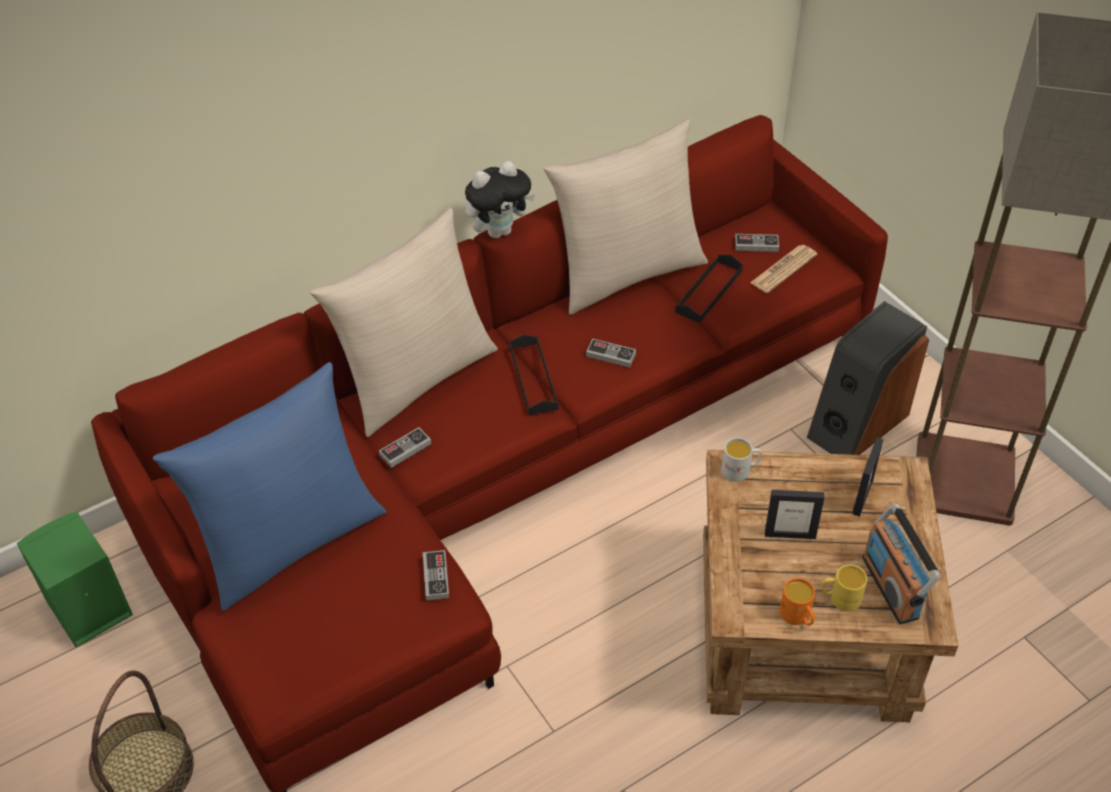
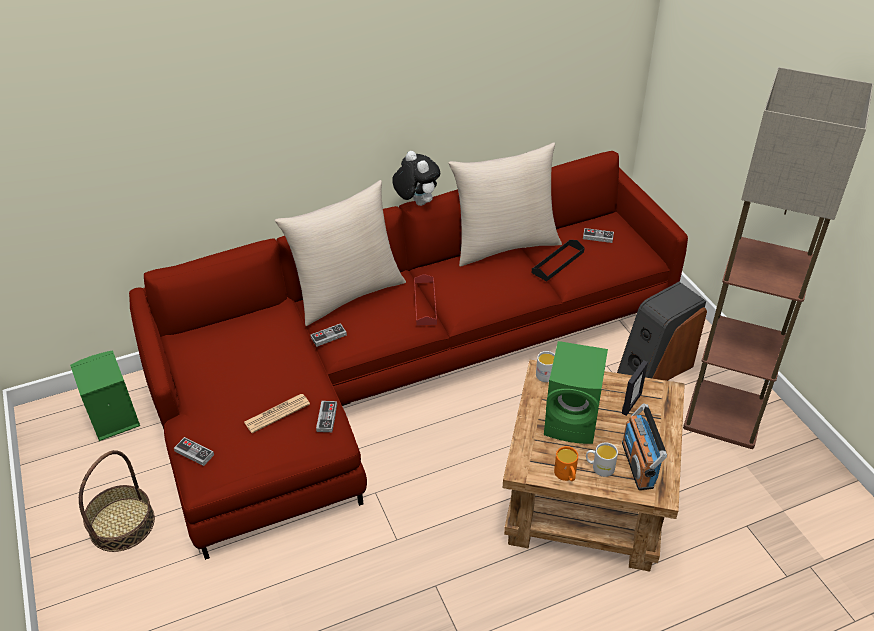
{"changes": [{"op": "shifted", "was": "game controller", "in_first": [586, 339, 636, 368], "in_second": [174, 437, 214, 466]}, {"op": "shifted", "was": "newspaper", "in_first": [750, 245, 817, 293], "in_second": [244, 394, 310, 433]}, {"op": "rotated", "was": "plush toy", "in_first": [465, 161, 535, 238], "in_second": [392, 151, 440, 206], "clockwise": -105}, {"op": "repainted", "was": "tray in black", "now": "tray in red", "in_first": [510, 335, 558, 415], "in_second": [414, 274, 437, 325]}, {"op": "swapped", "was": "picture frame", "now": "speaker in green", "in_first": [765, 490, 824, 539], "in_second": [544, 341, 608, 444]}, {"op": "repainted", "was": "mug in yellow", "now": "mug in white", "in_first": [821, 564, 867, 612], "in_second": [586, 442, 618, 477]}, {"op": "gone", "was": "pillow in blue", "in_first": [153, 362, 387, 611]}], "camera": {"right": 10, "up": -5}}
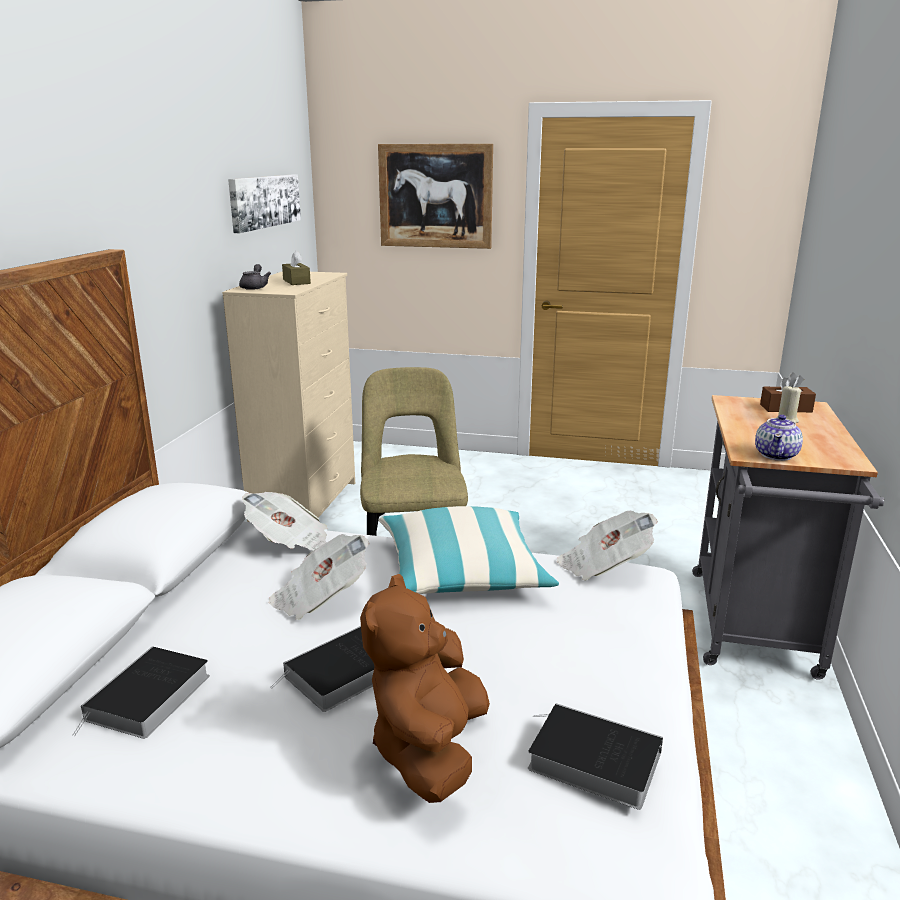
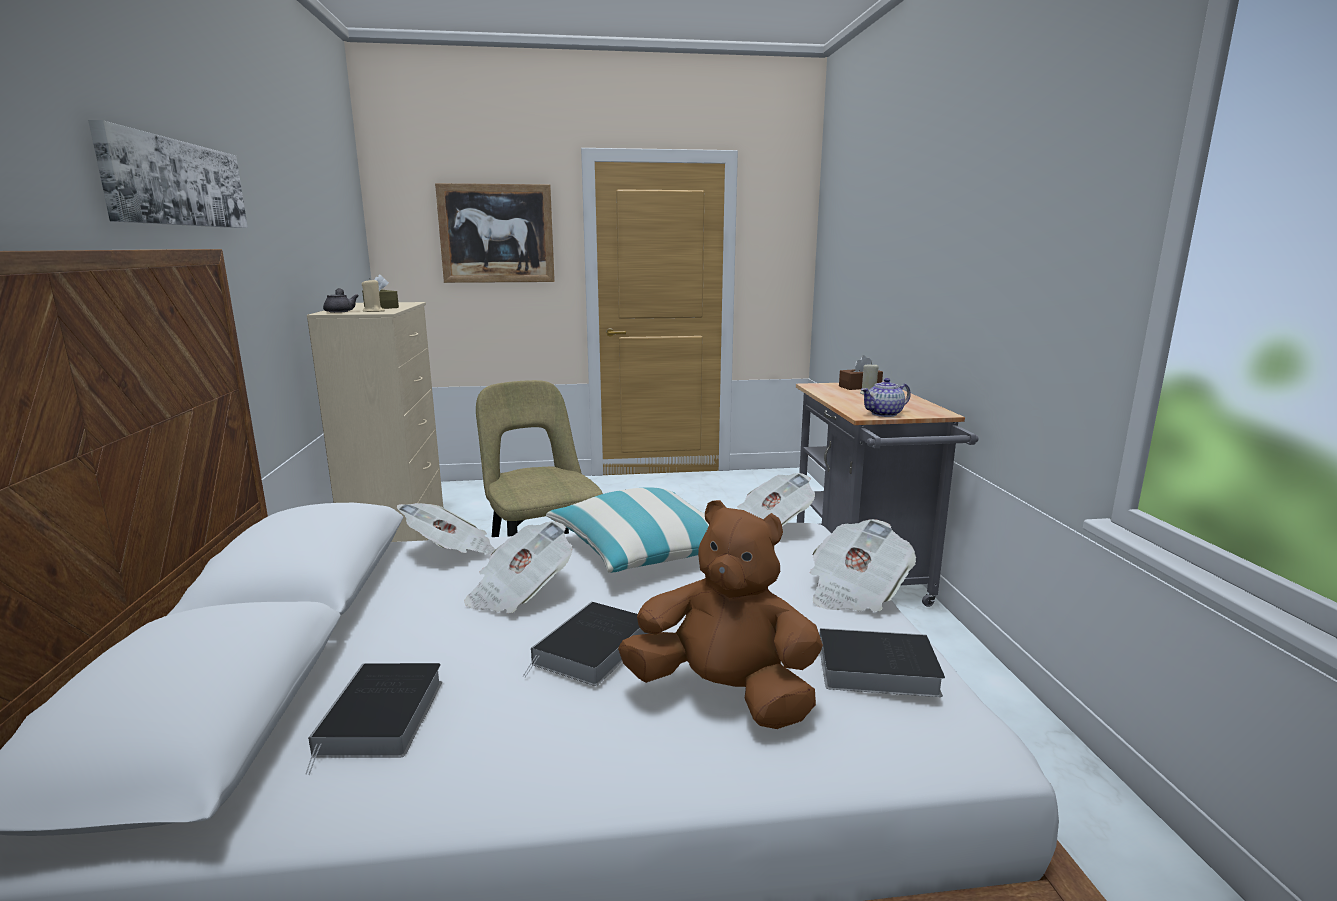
{"changes": [{"op": "shifted", "was": "picture", "in_first": [228, 174, 301, 233], "in_second": [88, 120, 248, 228]}, {"op": "new", "now": "candle in beige", "in_second": [362, 278, 385, 312]}, {"op": "rotated", "was": "plush toy in brown", "in_first": [360, 574, 490, 803], "in_second": [618, 500, 823, 729], "clockwise": 120}, {"op": "new", "now": "newspaper", "in_second": [810, 519, 916, 612]}, {"op": "rotated", "was": "teapot", "in_first": [755, 415, 803, 461], "in_second": [861, 378, 911, 417], "clockwise": 60}], "camera": {"right": -20, "up": -5}}
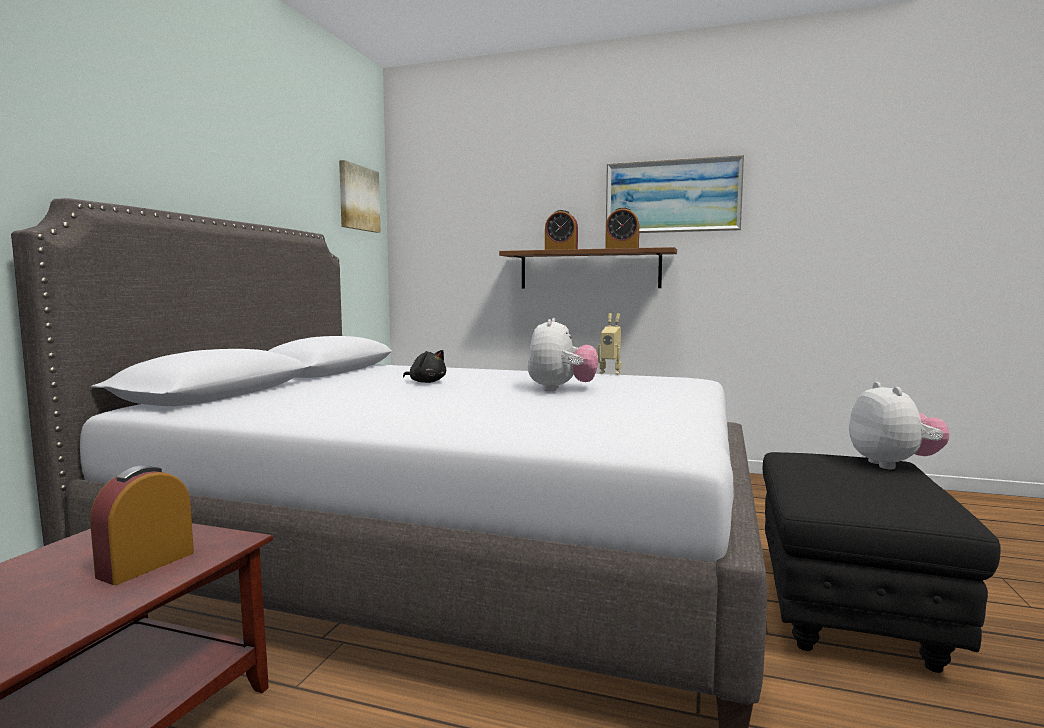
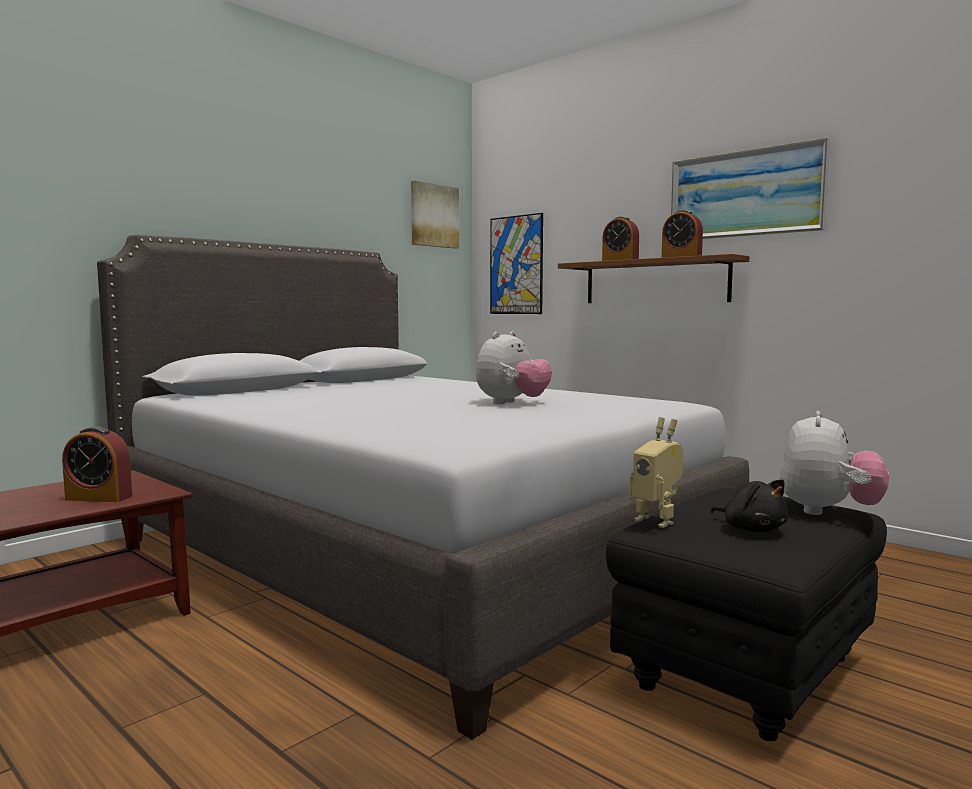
{"changes": [{"op": "rotated", "was": "alarm clock", "in_first": [90, 465, 194, 585], "in_second": [62, 426, 132, 502], "clockwise": -135}, {"op": "new", "now": "picture", "in_second": [490, 213, 543, 314]}, {"op": "shifted", "was": "toy robot", "in_first": [597, 313, 621, 374], "in_second": [629, 417, 684, 528]}, {"op": "shifted", "was": "plush toy in black", "in_first": [403, 350, 446, 383], "in_second": [711, 479, 788, 532]}], "camera": {"right": 25, "up": 0}}
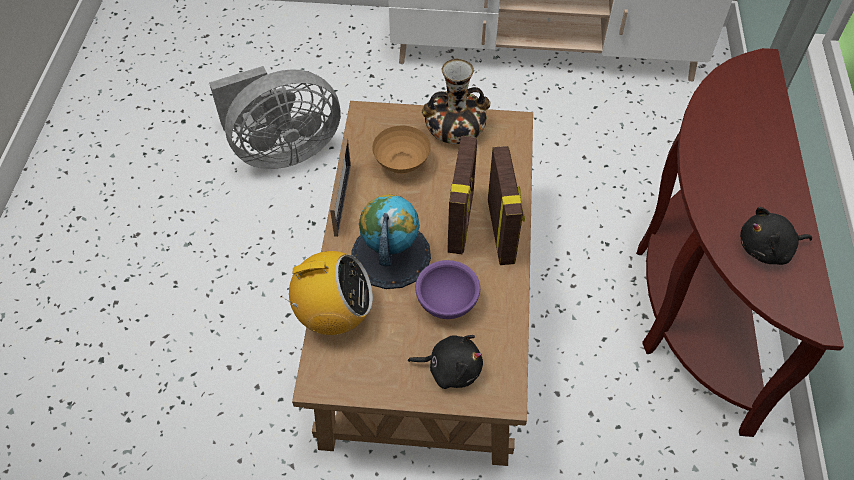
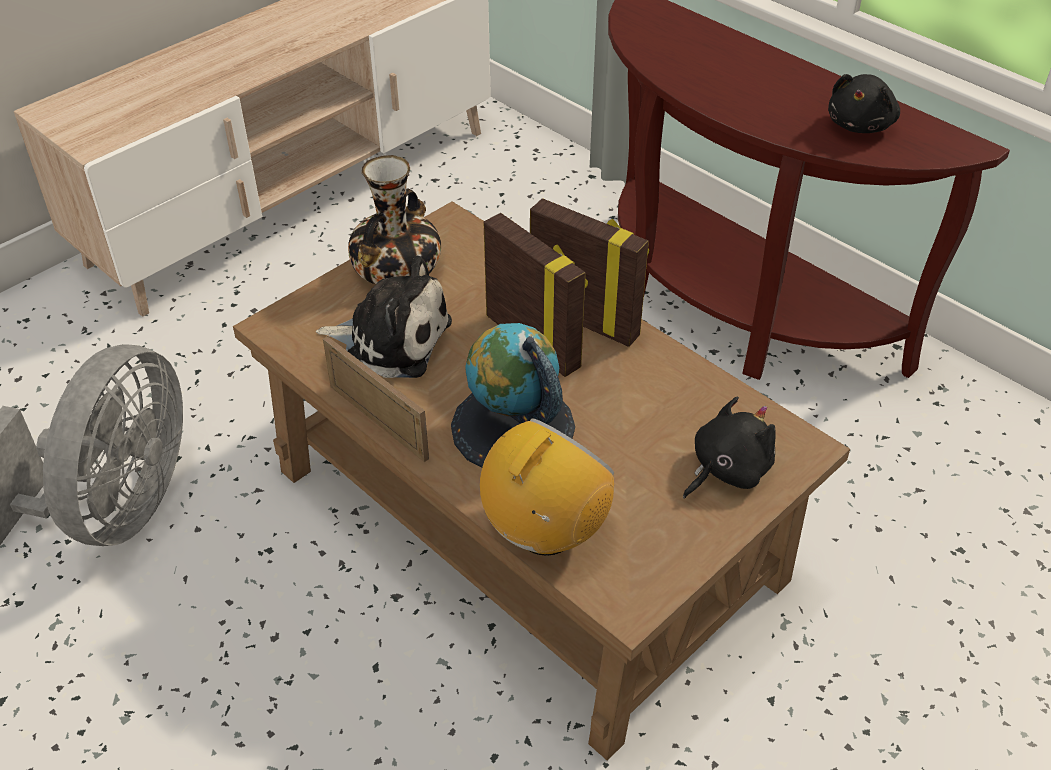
{"changes": [{"op": "swapped", "was": "bowl in brown", "now": "plush toy", "in_first": [372, 126, 431, 174], "in_second": [316, 256, 452, 378]}, {"op": "gone", "was": "bowl in purple", "in_first": [415, 260, 480, 319]}], "camera": {"right": -50, "up": -10}}
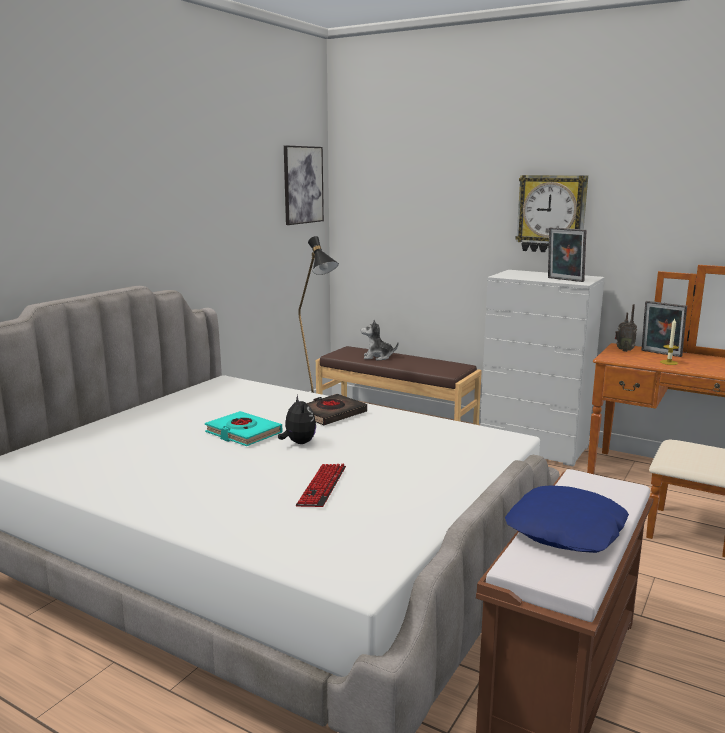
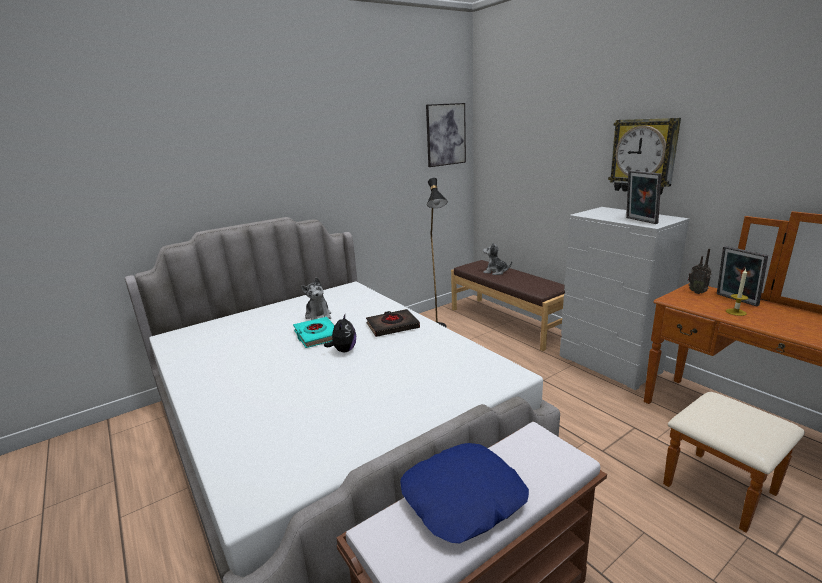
{"changes": [{"op": "new", "now": "plush toy", "in_second": [301, 277, 331, 320]}, {"op": "gone", "was": "keyboard", "in_first": [295, 464, 346, 507]}], "camera": {"right": 25, "up": 5}}
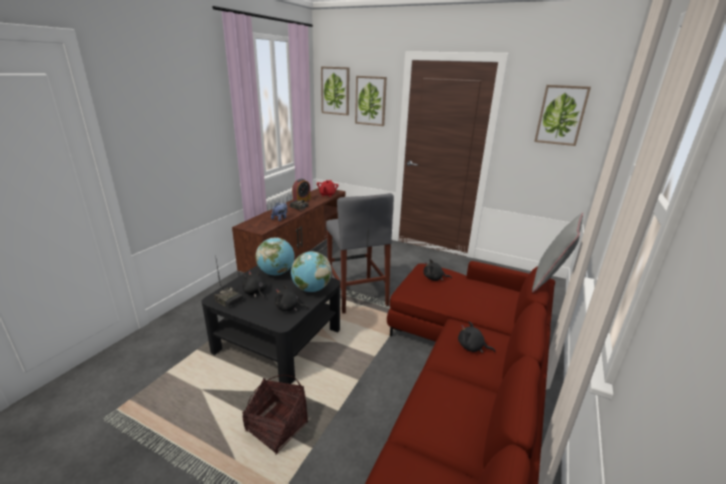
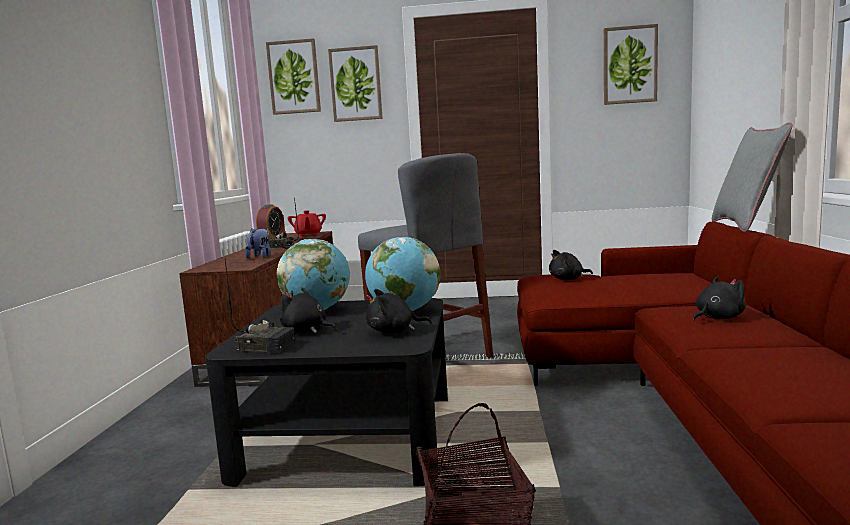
{"changes": [{"op": "rotated", "was": "plush toy in black", "in_first": [458, 321, 495, 353], "in_second": [693, 276, 746, 321], "clockwise": 150}], "camera": {"right": -20, "up": -15}}
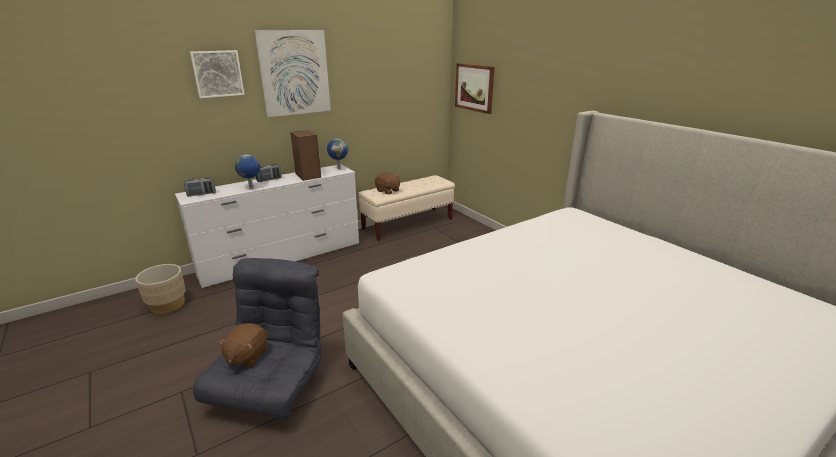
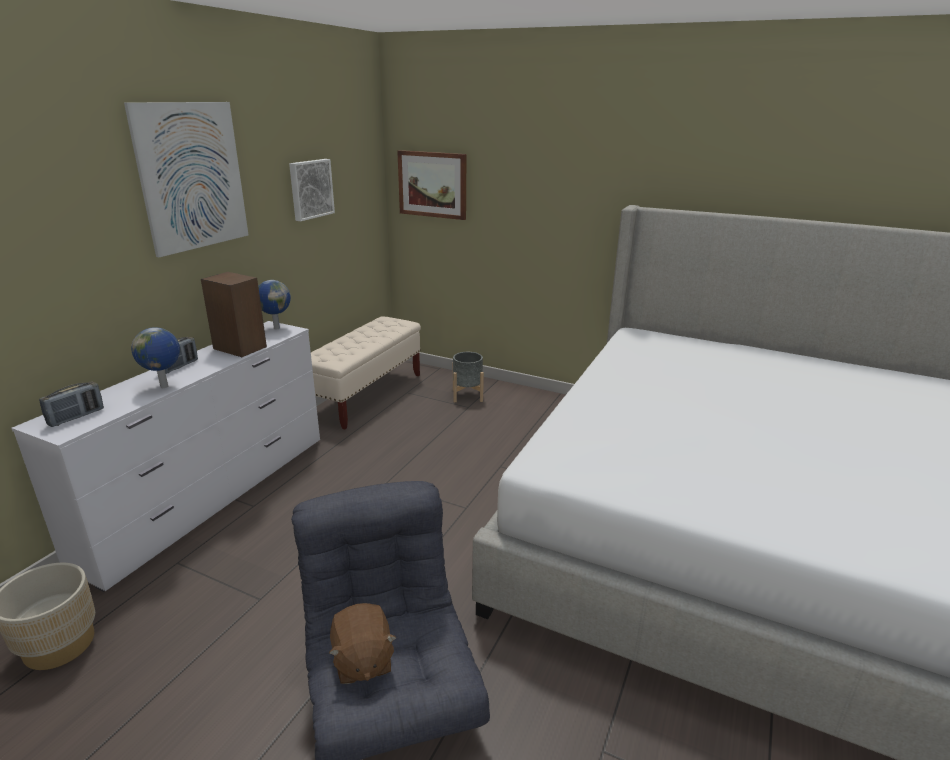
{"changes": [{"op": "shifted", "was": "picture", "in_first": [190, 50, 244, 98], "in_second": [289, 159, 335, 221]}, {"op": "new", "now": "planter in grey", "in_second": [453, 352, 484, 402]}, {"op": "gone", "was": "plush toy in brown", "in_first": [375, 172, 400, 194]}], "camera": {"right": -30, "up": 0}}
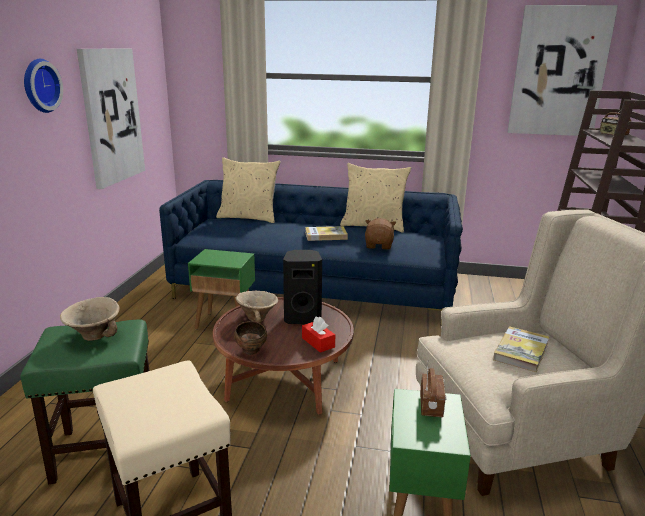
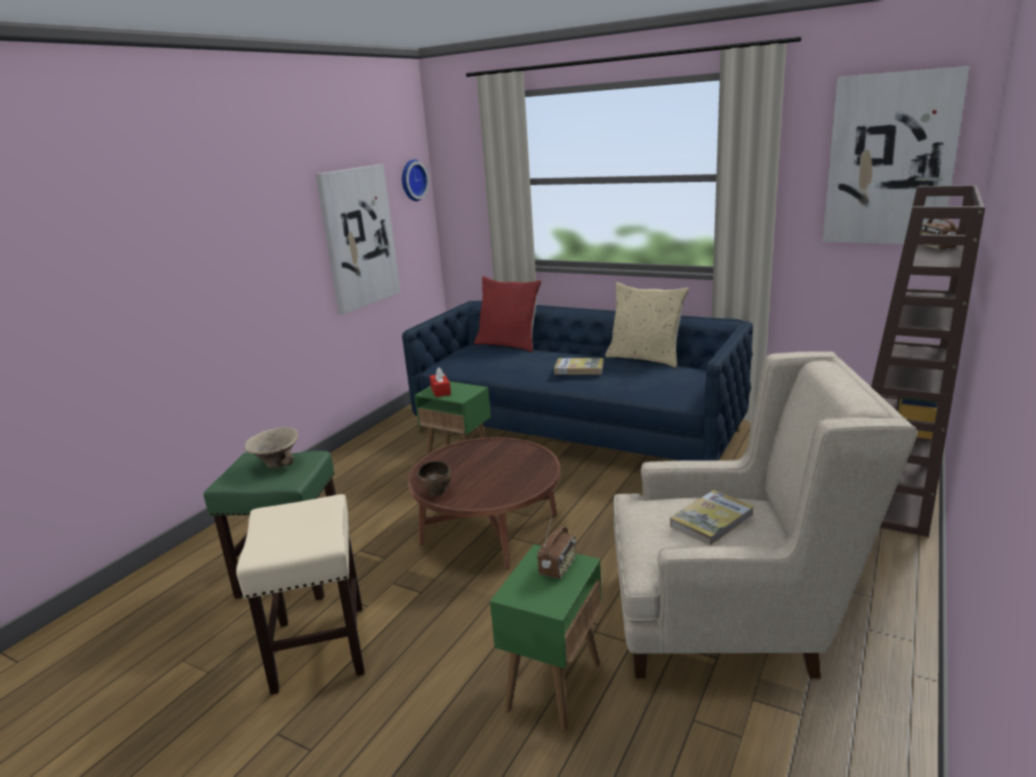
{"changes": [{"op": "shifted", "was": "wall clock", "in_first": [24, 59, 63, 113], "in_second": [402, 159, 429, 201]}, {"op": "shifted", "was": "tissue box in red", "in_first": [302, 316, 335, 353], "in_second": [429, 367, 451, 397]}, {"op": "repainted", "was": "pillow in beige", "now": "pillow in red", "in_first": [216, 157, 281, 223], "in_second": [474, 276, 542, 352]}, {"op": "gone", "was": "bowl in beige", "in_first": [236, 291, 278, 323]}, {"op": "gone", "was": "speaker in black", "in_first": [283, 250, 322, 324]}, {"op": "gone", "was": "plush toy in brown", "in_first": [365, 218, 396, 250]}], "camera": {"right": 20, "up": 0}}
